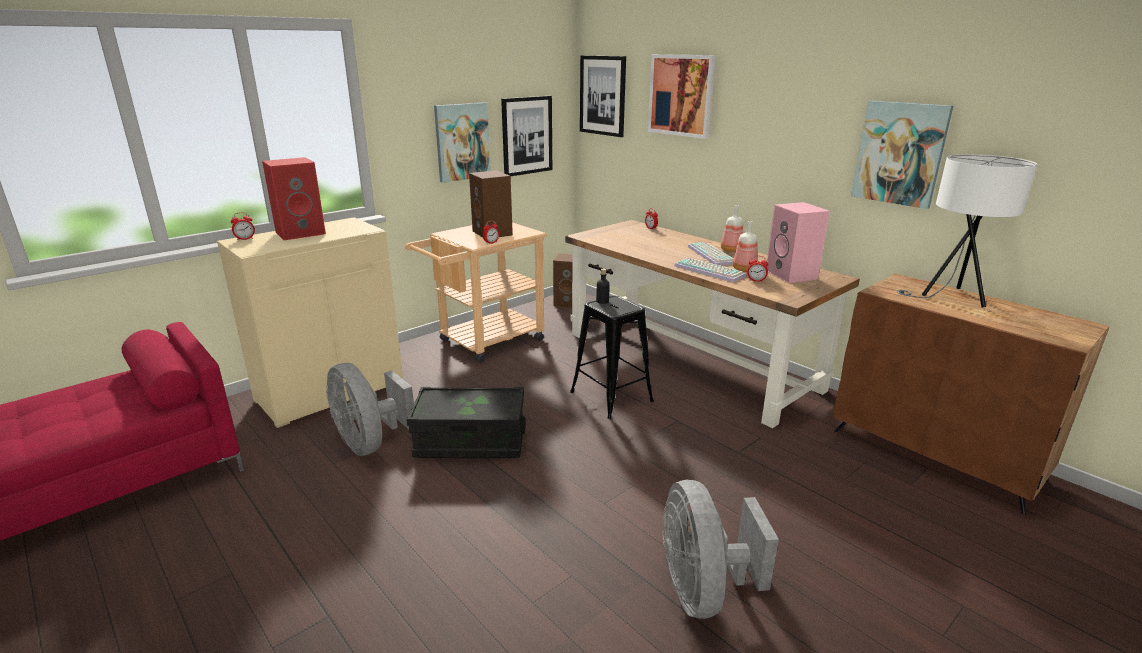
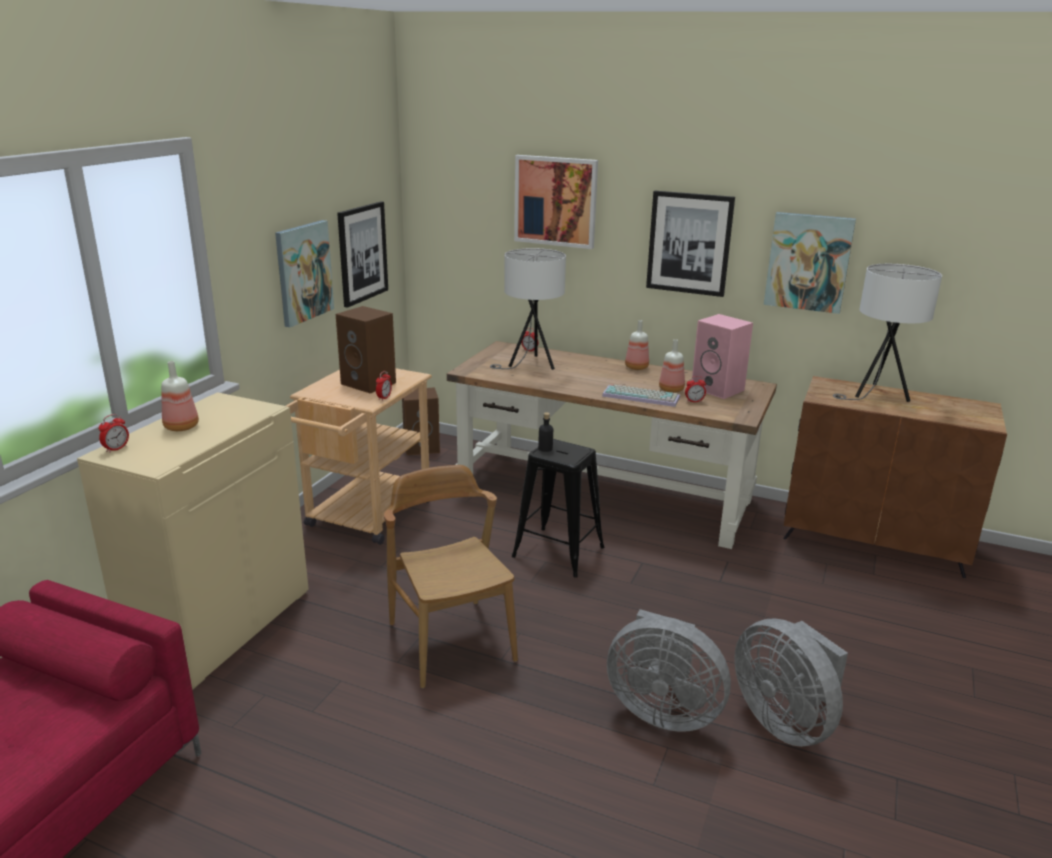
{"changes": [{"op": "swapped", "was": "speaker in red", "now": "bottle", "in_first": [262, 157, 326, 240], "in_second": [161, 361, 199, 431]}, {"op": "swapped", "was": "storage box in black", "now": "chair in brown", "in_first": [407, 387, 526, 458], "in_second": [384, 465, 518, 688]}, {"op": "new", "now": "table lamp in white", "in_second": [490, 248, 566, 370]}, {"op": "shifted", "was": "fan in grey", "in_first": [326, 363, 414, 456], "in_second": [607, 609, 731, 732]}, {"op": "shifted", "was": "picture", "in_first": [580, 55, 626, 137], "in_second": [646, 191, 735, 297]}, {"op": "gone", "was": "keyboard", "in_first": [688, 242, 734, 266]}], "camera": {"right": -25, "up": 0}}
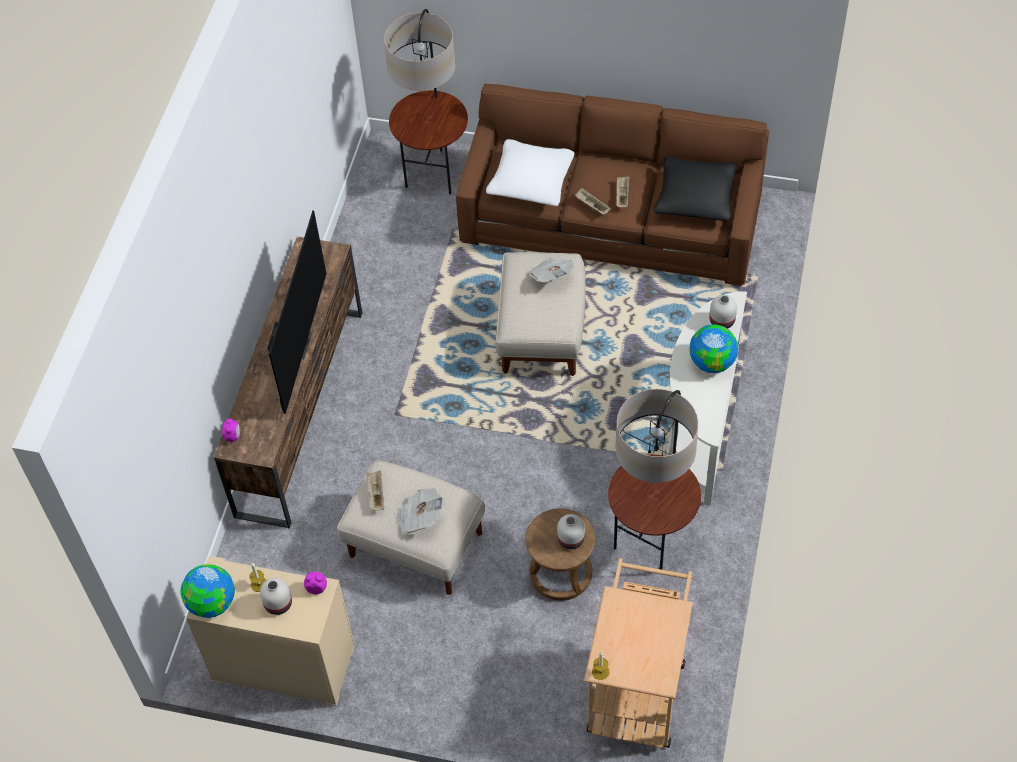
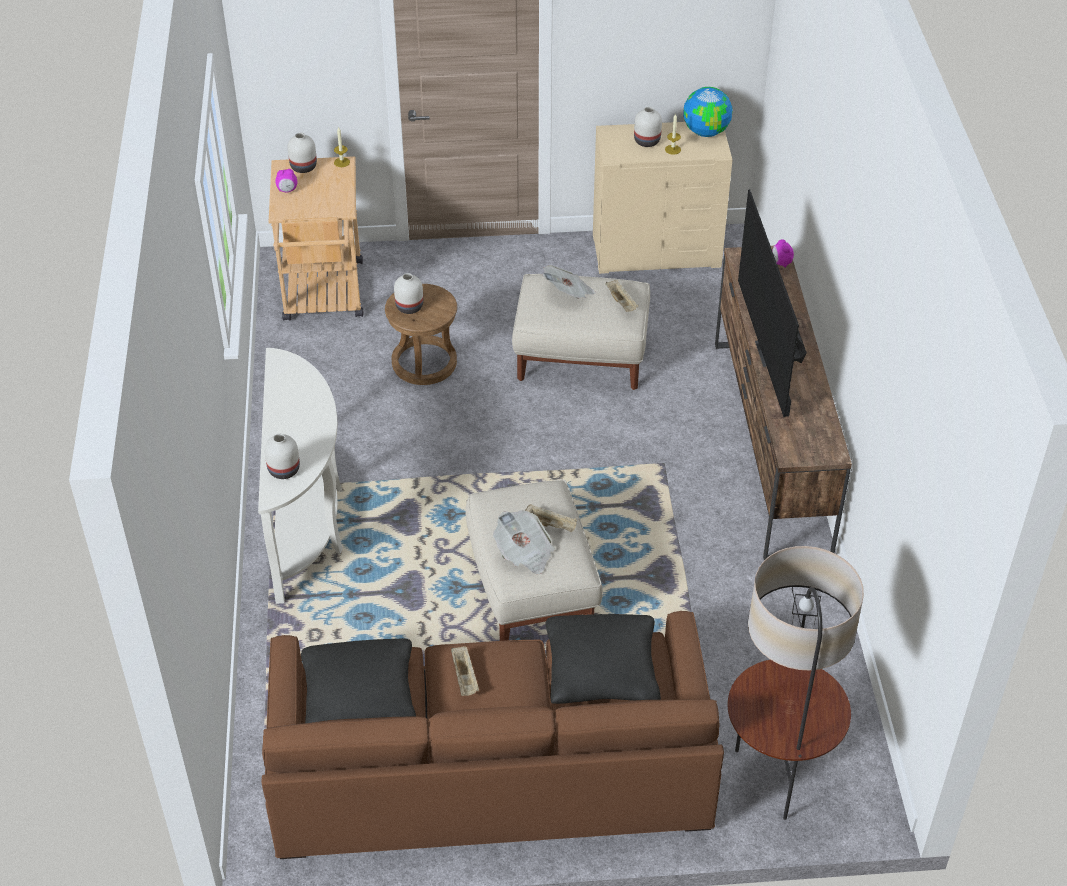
{"changes": [{"op": "shifted", "was": "alarm clock", "in_first": [304, 572, 327, 594], "in_second": [275, 169, 298, 192]}, {"op": "new", "now": "vase in white", "in_second": [288, 133, 317, 173]}, {"op": "shifted", "was": "tray in beige", "in_first": [575, 188, 611, 214], "in_second": [525, 504, 577, 532]}, {"op": "repainted", "was": "pillow in white", "now": "pillow in black", "in_first": [486, 139, 575, 206], "in_second": [545, 614, 661, 704]}, {"op": "gone", "was": "floor lamp", "in_first": [608, 389, 701, 570]}, {"op": "gone", "was": "globe", "in_first": [689, 324, 738, 373]}], "camera": {"right": 160, "up": -10}}
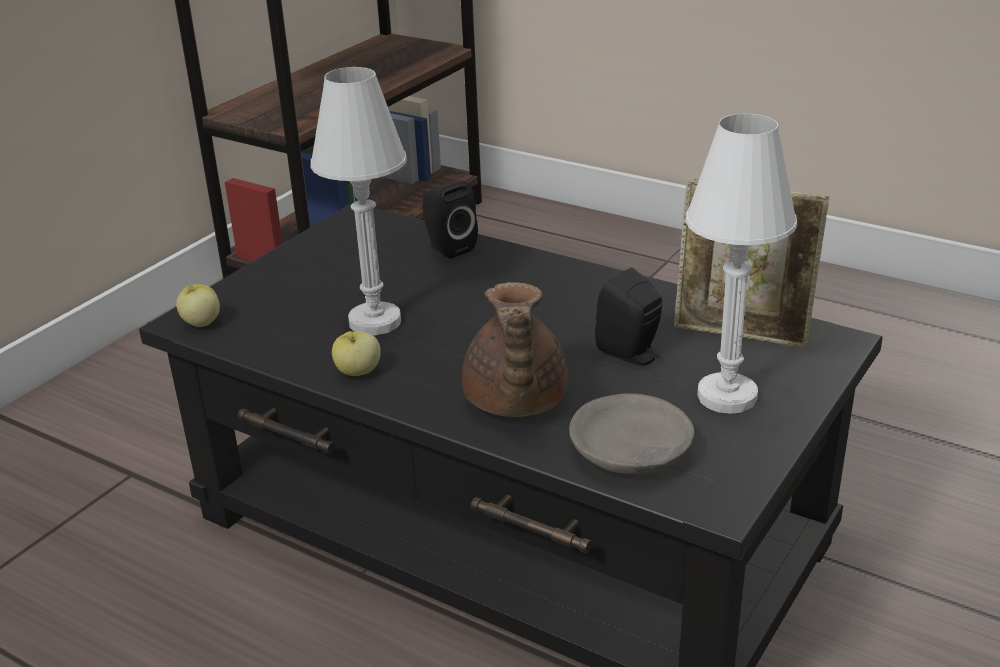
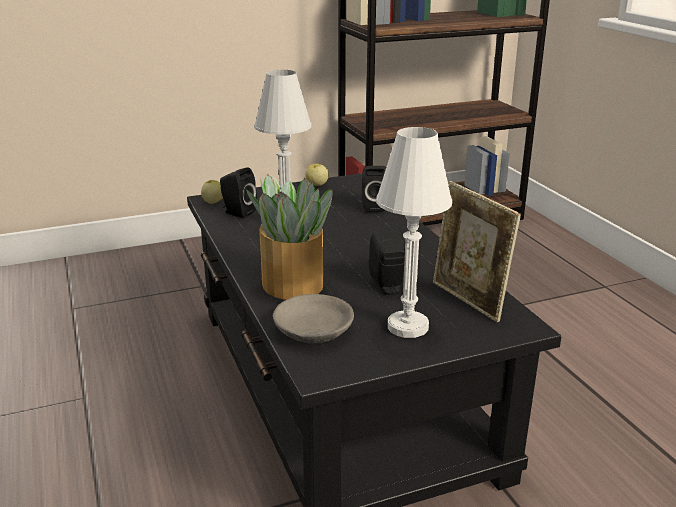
{"changes": [{"op": "new", "now": "speaker in black", "in_second": [220, 167, 257, 218]}, {"op": "swapped", "was": "teapot in brown", "now": "potted plant", "in_first": [462, 282, 567, 417], "in_second": [246, 174, 333, 300]}, {"op": "shifted", "was": "apple", "in_first": [332, 331, 381, 376], "in_second": [305, 164, 329, 186]}], "camera": {"right": 35, "up": -5}}
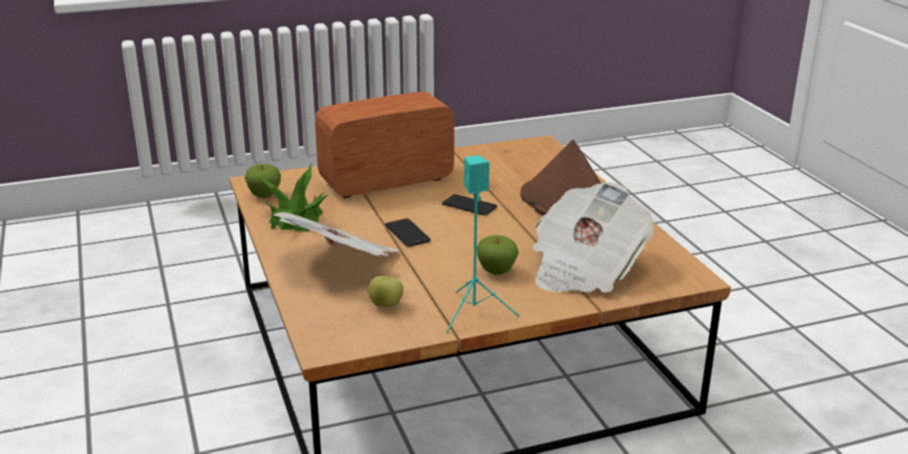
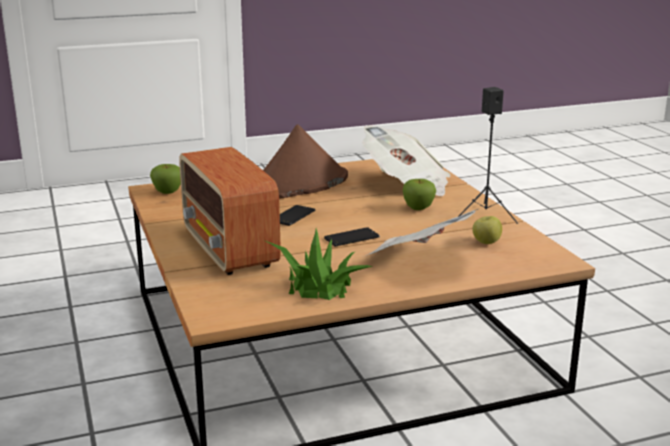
{"changes": [{"op": "shifted", "was": "apple", "in_first": [245, 164, 281, 198], "in_second": [150, 164, 181, 194]}, {"op": "repainted", "was": "speaker in turquoise", "now": "speaker in black", "in_first": [446, 155, 520, 333], "in_second": [458, 87, 518, 224]}], "camera": {"right": -90, "up": -5}}
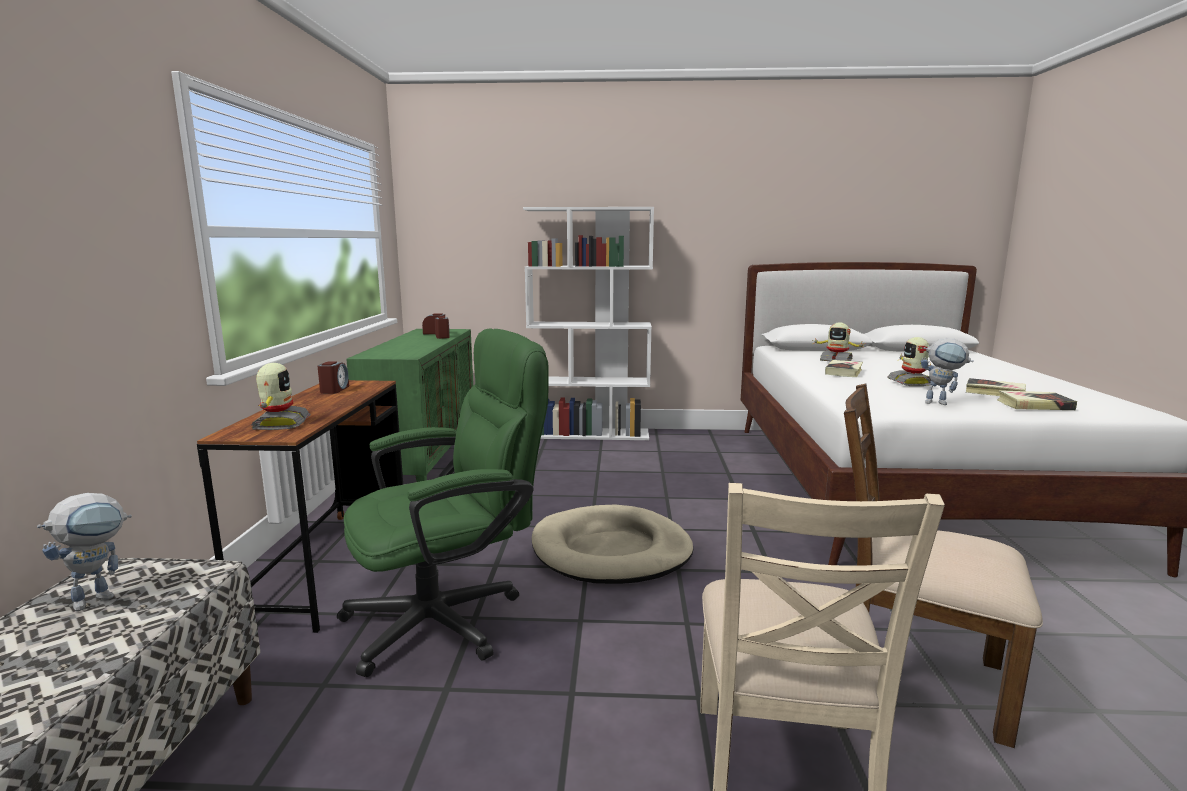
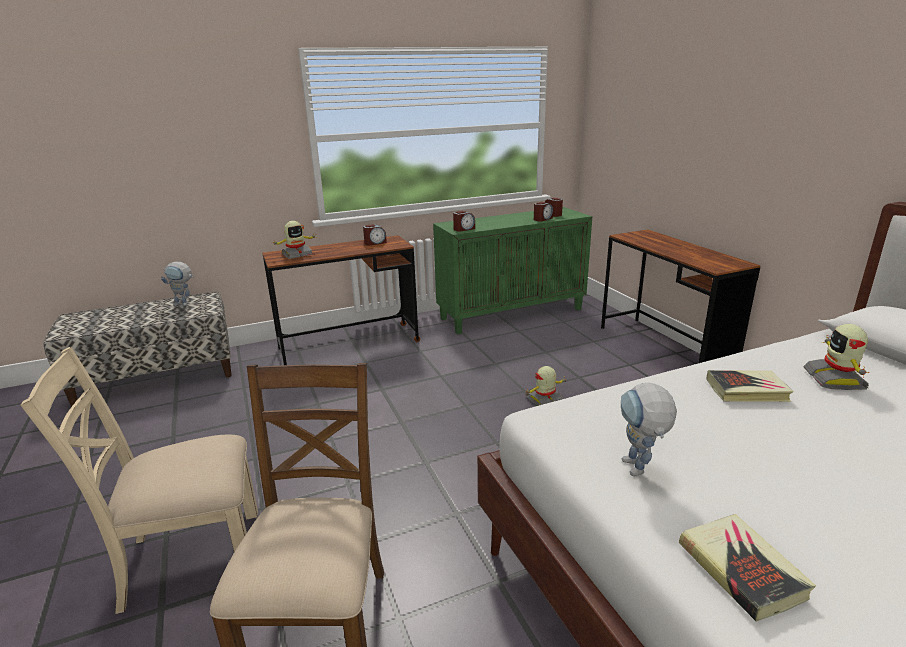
{"changes": [{"op": "new", "now": "alarm clock", "in_second": [453, 211, 475, 232]}, {"op": "shifted", "was": "toy robot", "in_first": [887, 337, 931, 386], "in_second": [525, 366, 567, 406]}, {"op": "swapped", "was": "bookcase in white", "now": "desk in brown", "in_first": [523, 207, 654, 440], "in_second": [601, 229, 761, 363]}, {"op": "gone", "was": "office chair in green", "in_first": [337, 328, 549, 677]}, {"op": "gone", "was": "dog bed in beige", "in_first": [532, 505, 693, 584]}, {"op": "gone", "was": "book", "in_first": [966, 378, 1026, 396]}], "camera": {"right": 65, "up": 10}}
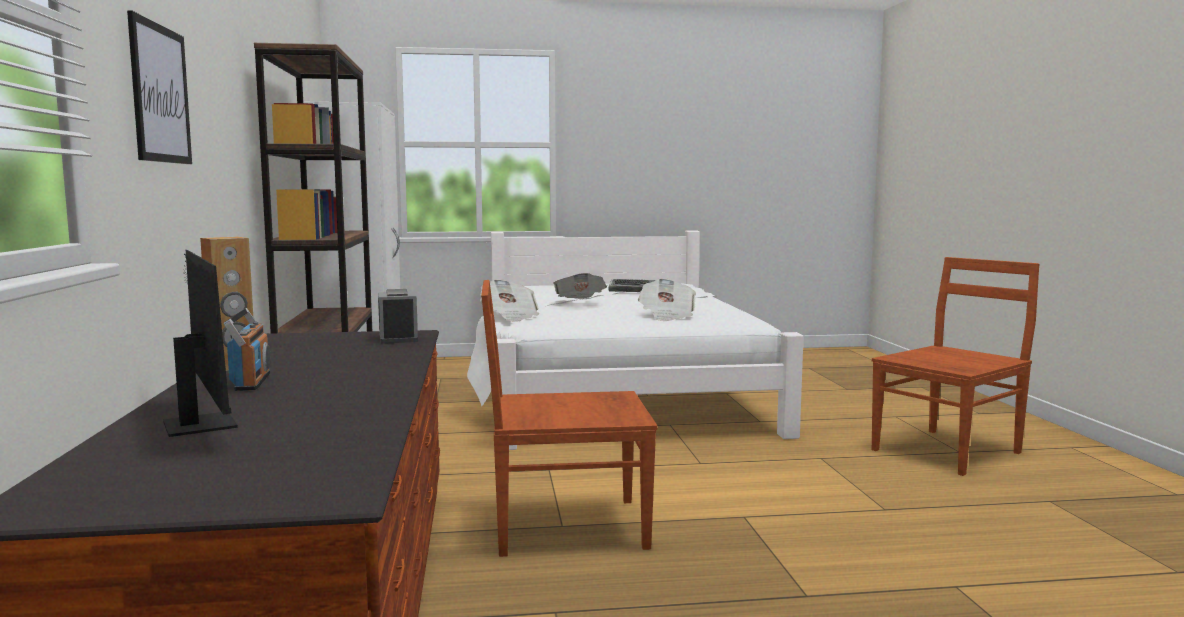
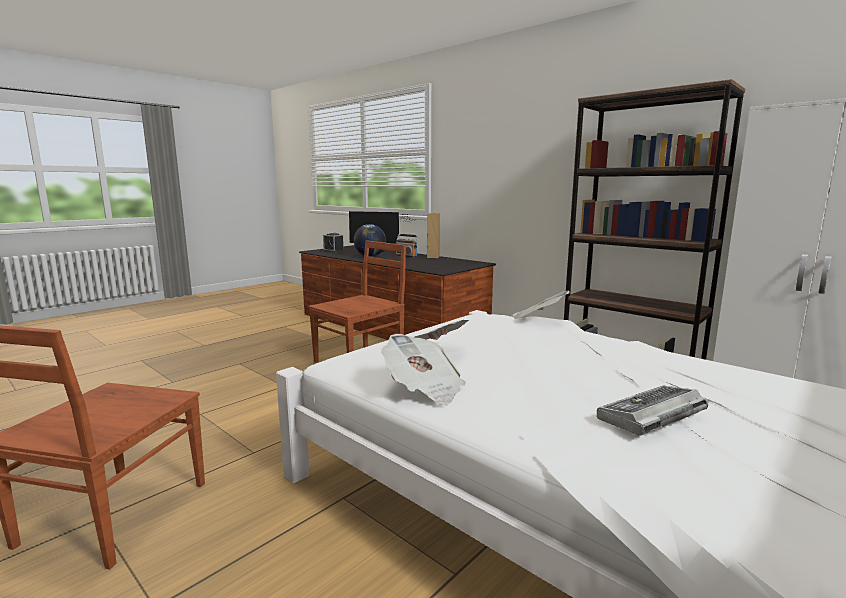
{"changes": [{"op": "shifted", "was": "alarm clock", "in_first": [378, 289, 418, 344], "in_second": [323, 233, 344, 253]}, {"op": "new", "now": "globe", "in_second": [354, 224, 386, 257]}, {"op": "shifted", "was": "newspaper", "in_first": [554, 273, 607, 299], "in_second": [381, 334, 466, 406]}, {"op": "gone", "was": "picture", "in_first": [127, 10, 192, 164]}], "camera": {"right": 140, "up": 5}}
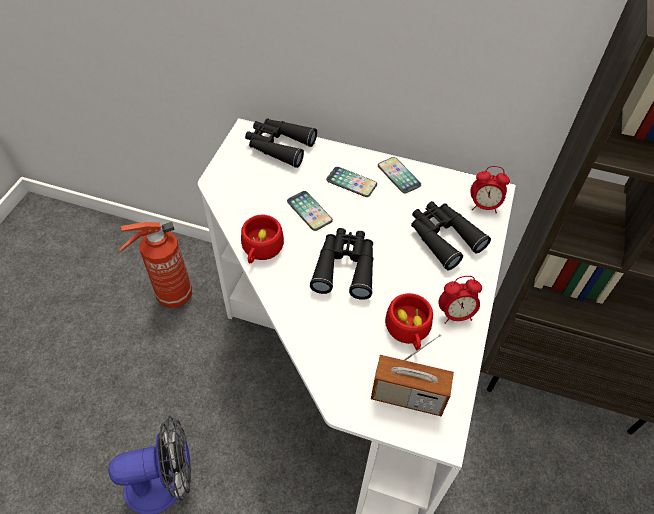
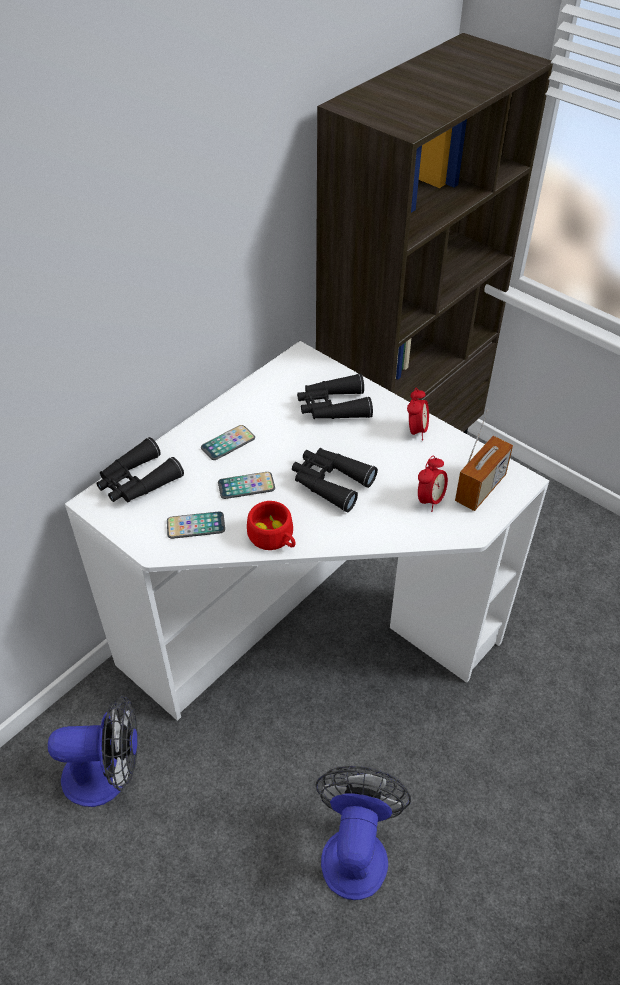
{"changes": [{"op": "swapped", "was": "fire extinguisher", "now": "fan", "in_first": [119, 222, 192, 308], "in_second": [48, 695, 138, 807]}, {"op": "shifted", "was": "phone", "in_first": [378, 157, 421, 193], "in_second": [167, 511, 225, 539]}, {"op": "shifted", "was": "alarm clock", "in_first": [470, 166, 510, 214], "in_second": [418, 455, 448, 512]}, {"op": "gone", "was": "cup in red", "in_first": [385, 293, 433, 350]}], "camera": {"right": -65, "up": -5}}
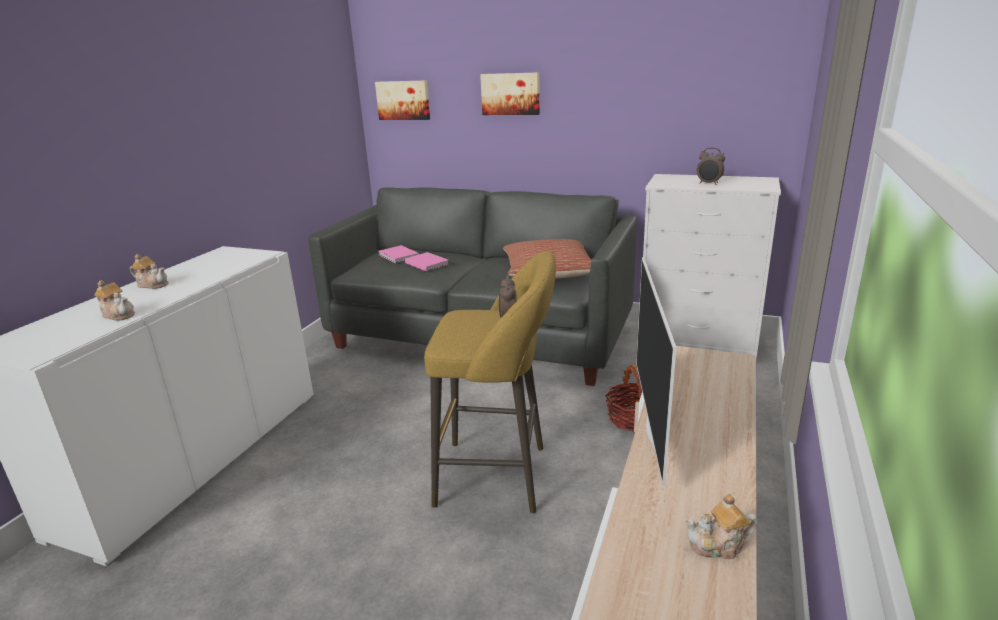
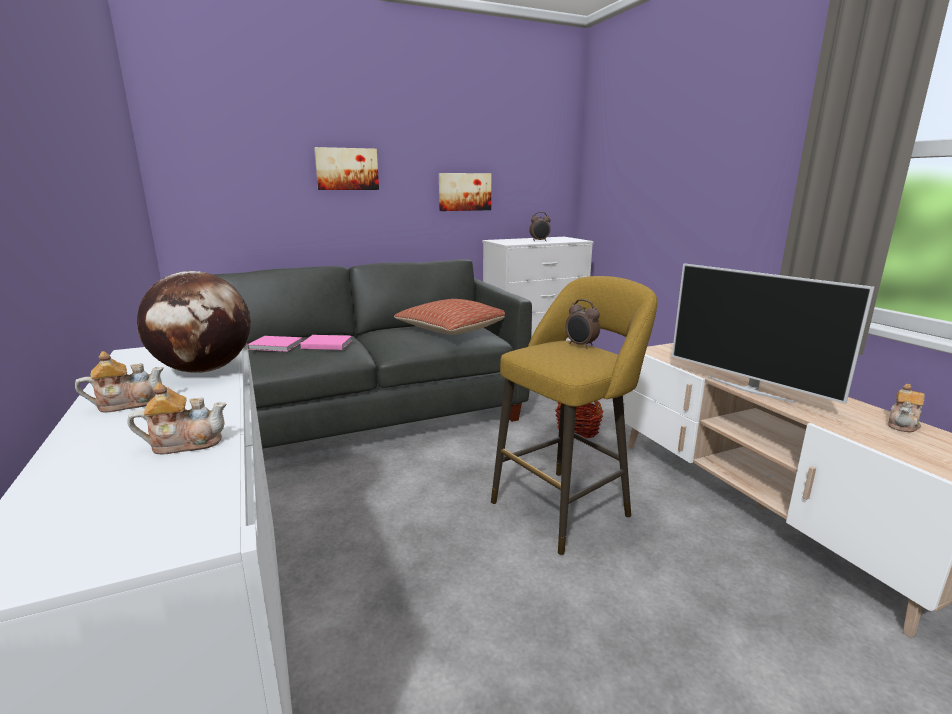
{"changes": [{"op": "new", "now": "globe", "in_second": [137, 271, 251, 373]}, {"op": "shifted", "was": "picture", "in_first": [375, 80, 430, 120], "in_second": [439, 173, 491, 211]}], "camera": {"right": -45, "up": -5}}
